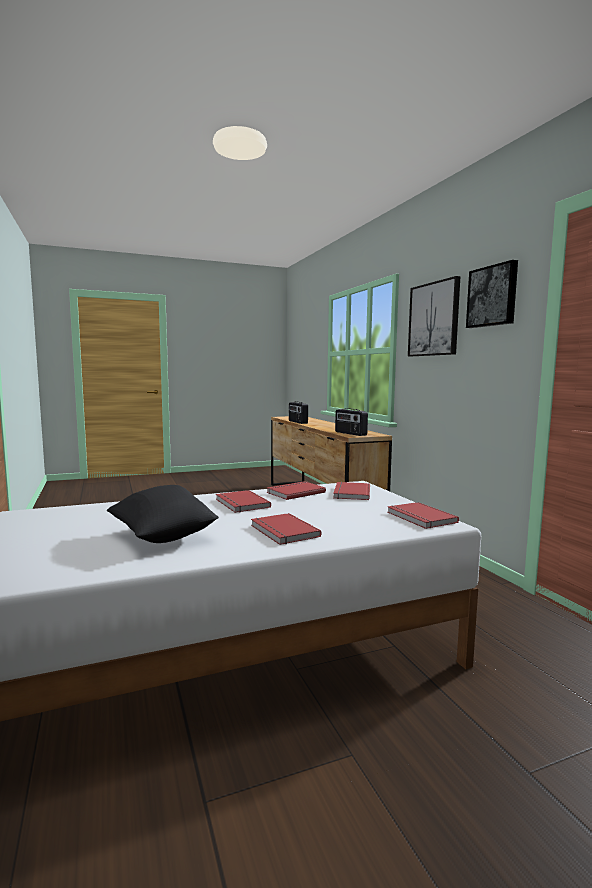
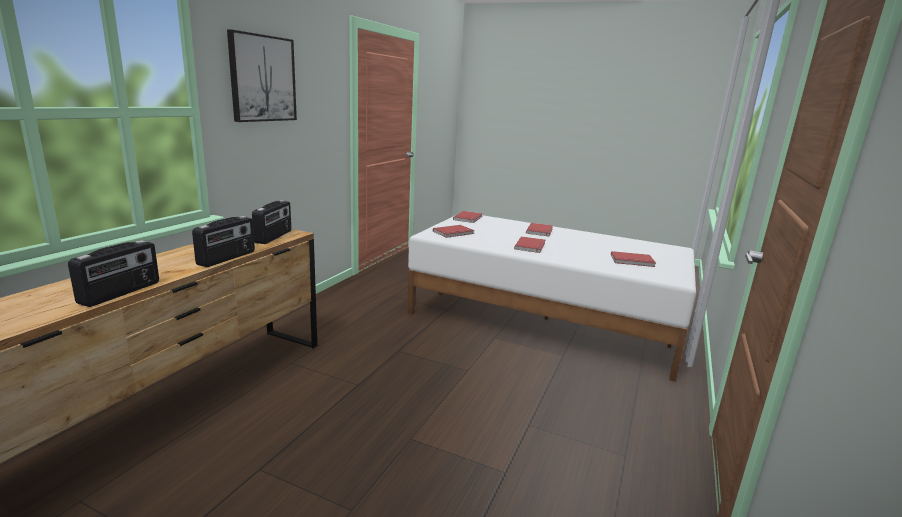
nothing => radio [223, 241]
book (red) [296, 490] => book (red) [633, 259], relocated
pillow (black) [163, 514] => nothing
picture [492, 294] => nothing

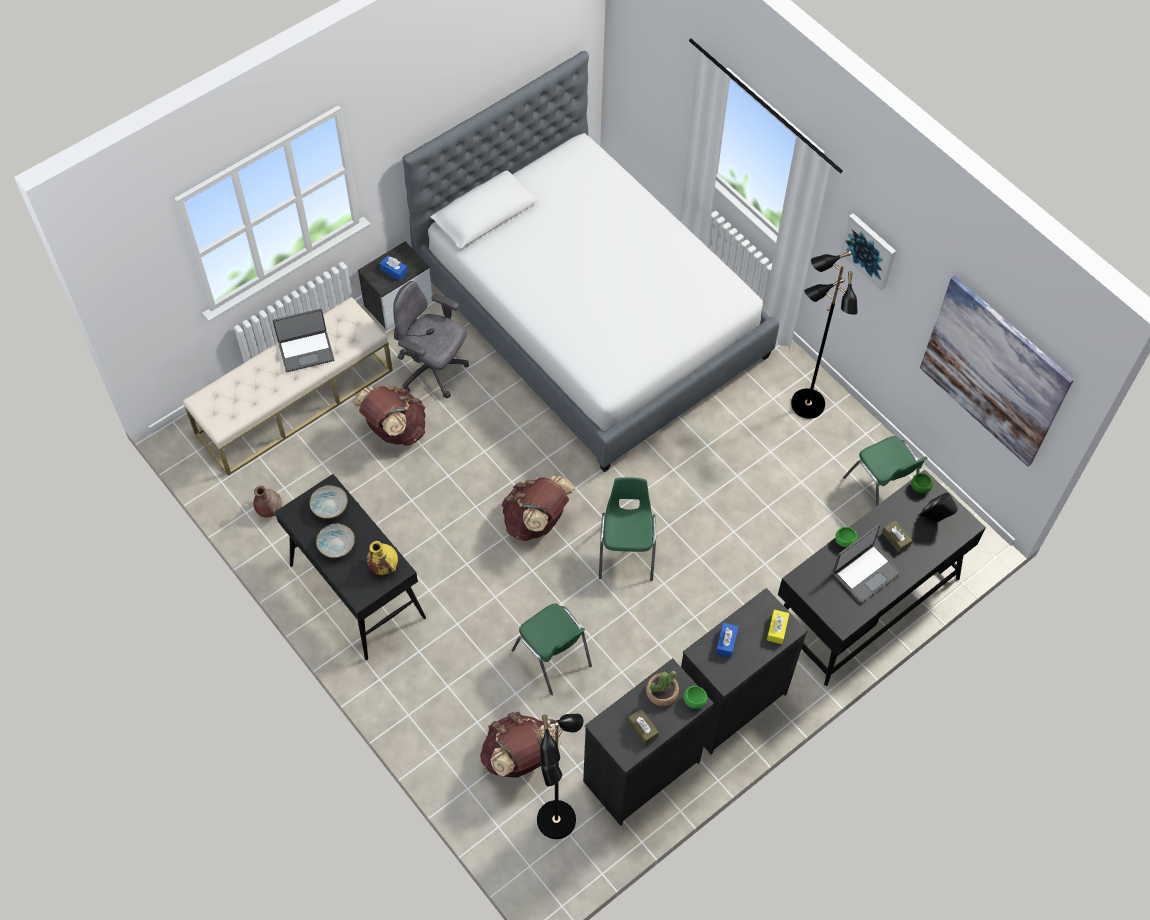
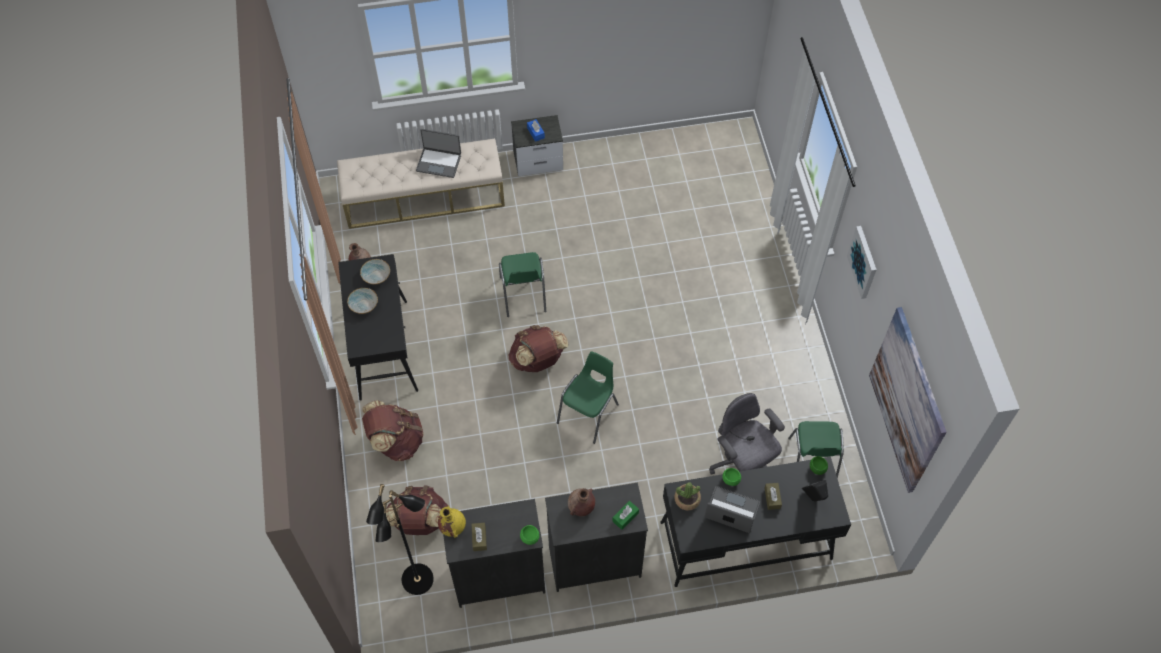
backpack (brown) [389, 415] => backpack (brown) [393, 430], relocated
vase (yellow) [382, 558] => vase (yellow) [452, 522], relocated
chair (green) [552, 649] => chair (green) [522, 284], relocated
tissue box (blue) [727, 640] => vase (brown) [581, 502]
tissue box (yellow) [778, 627] => tissue box (green) [625, 515]
potted plant [662, 688] => potted plant [687, 496], relocated
laptop [867, 563] => laptop [732, 509], 150 degrees counterclockwise
office chair (grey) [431, 339] => office chair (grey) [747, 433], relocated
bed [590, 261] => nothing
floor lamp (black) [824, 335] => nothing

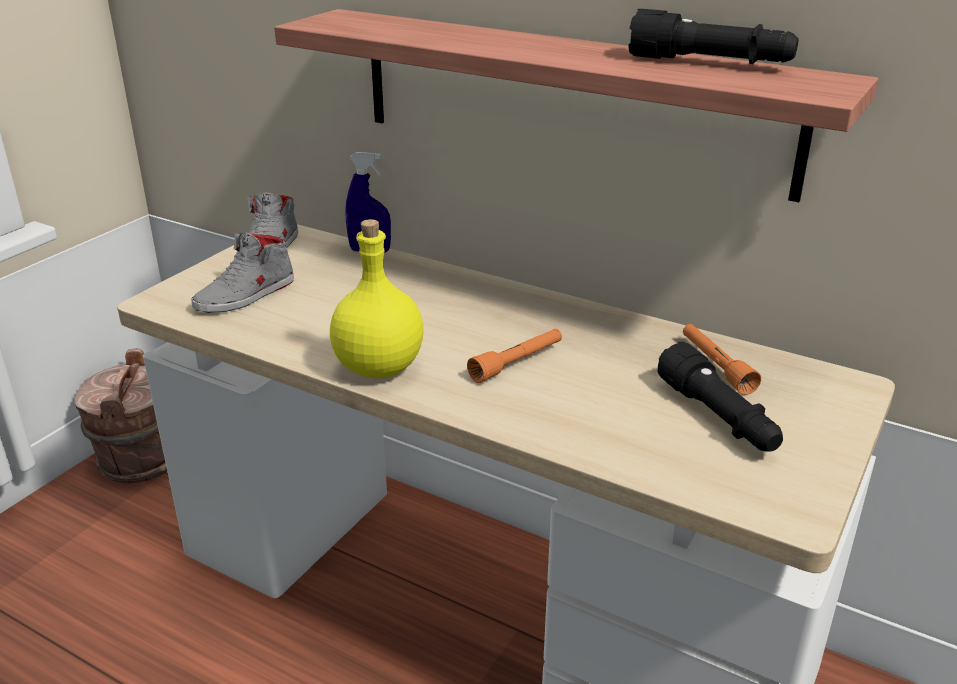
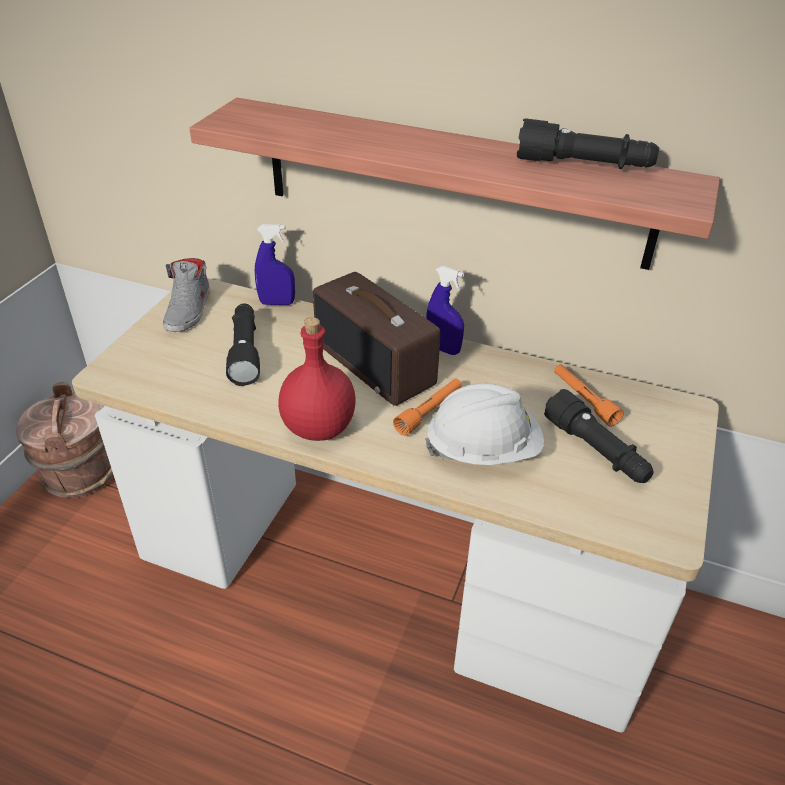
nothing => flashlight (black) [243, 345]
bottle (yellow) [377, 298] => bottle (red) [317, 379]
nothing => radio [376, 339]
nothing => hard hat (white) [484, 424]
nothing => spray bottle (blue) [445, 310]
shoe (grey) [242, 272] => nothing

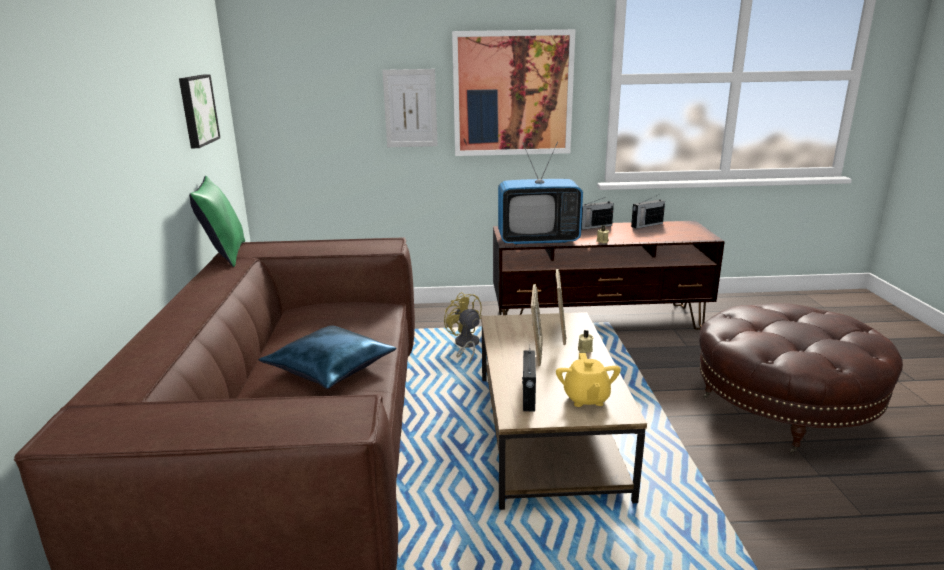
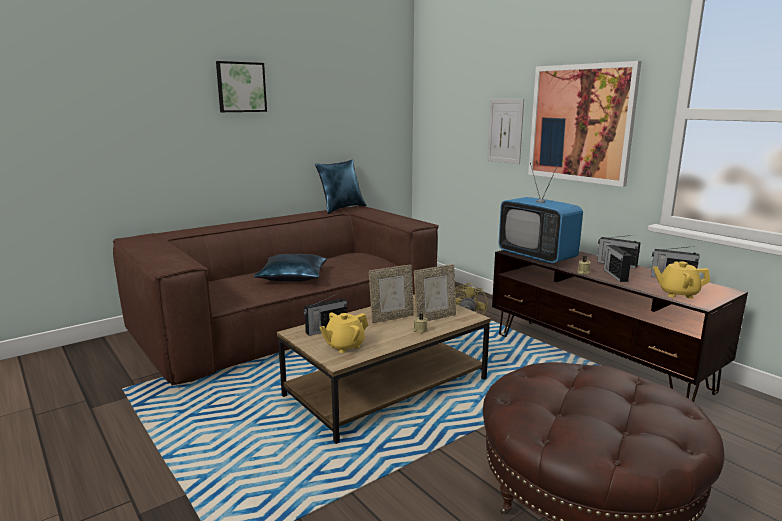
picture [199, 111] => picture [241, 86], relocated
pillow (green) [217, 221] => pillow (blue) [341, 186]
nothing => radio [618, 263]
nothing => teapot (yellow) [681, 280]

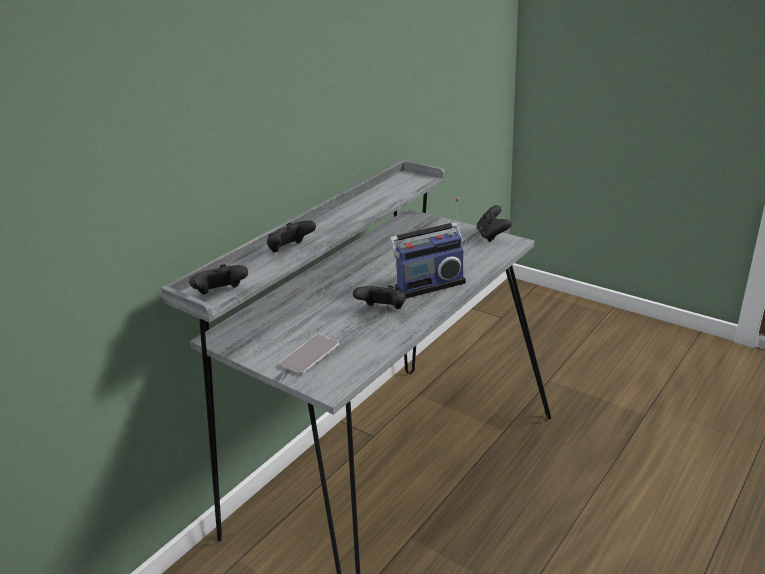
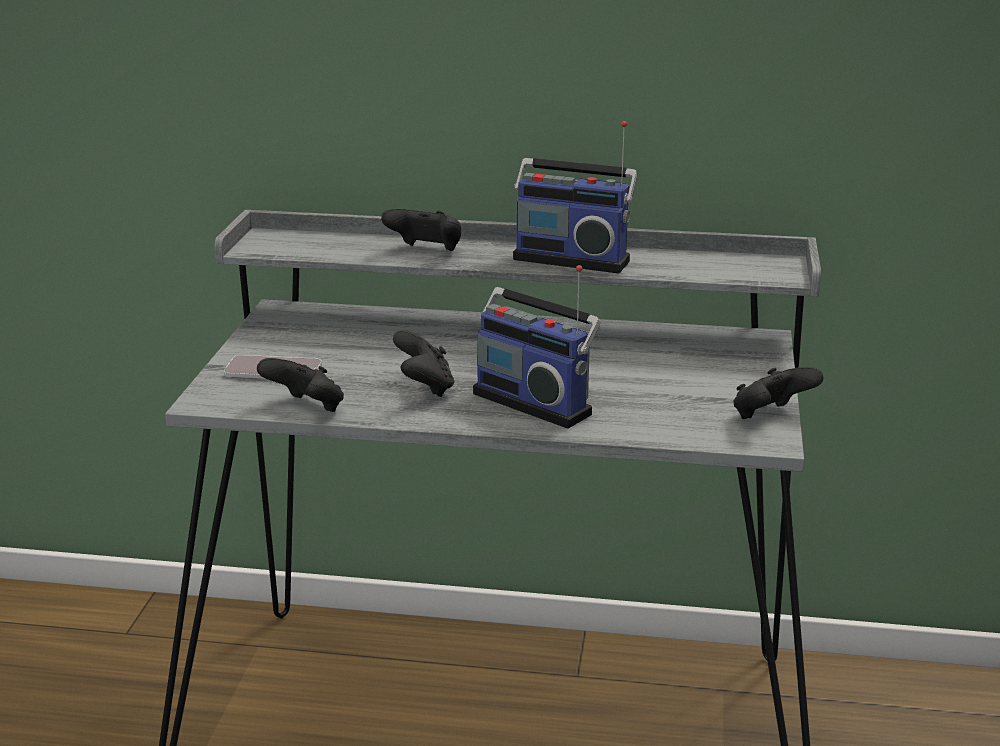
game controller (black) [218, 279] => game controller (black) [300, 385], relocated
nothing => radio [575, 197]

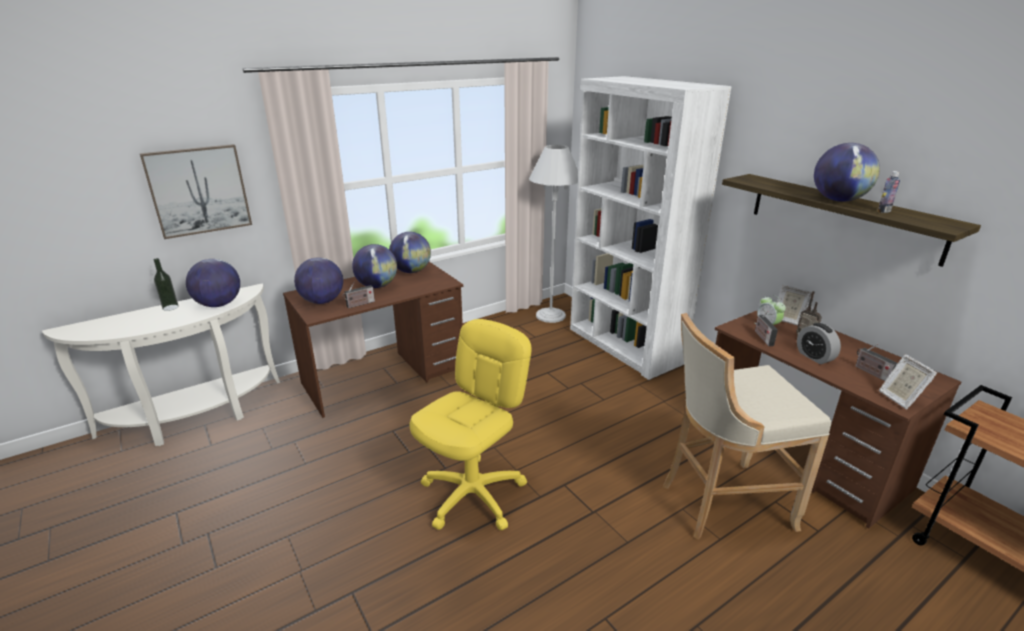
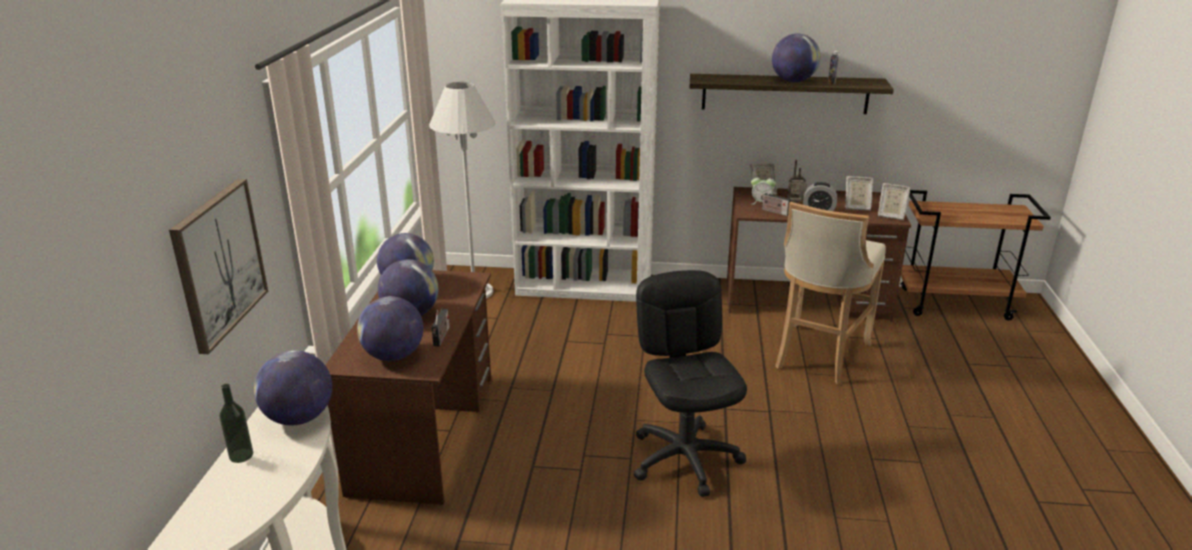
office chair (yellow) [470, 425] => office chair (black) [690, 383]
radio [877, 362] => picture frame [859, 193]

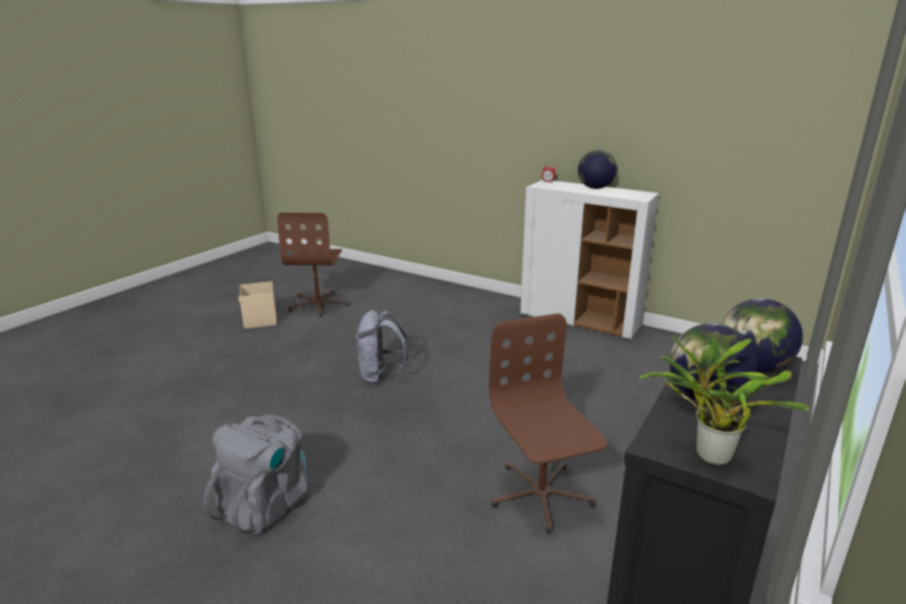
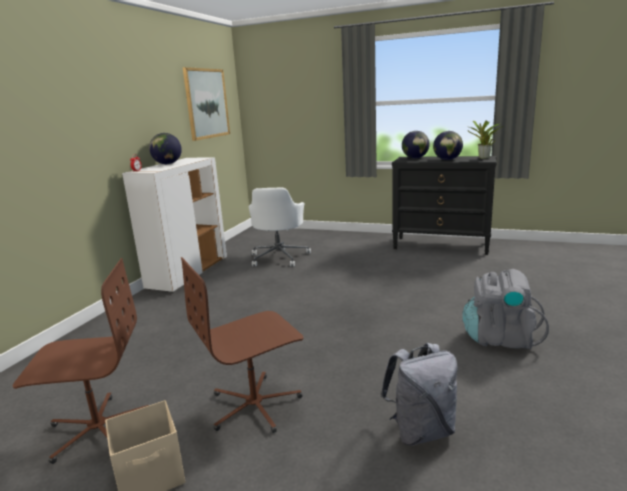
office chair (brown) [548, 423] => office chair (brown) [242, 345], relocated
nothing => picture [206, 104]
nothing => office chair (white) [280, 226]
backpack (grey) [382, 347] => backpack (grey) [419, 394], relocated

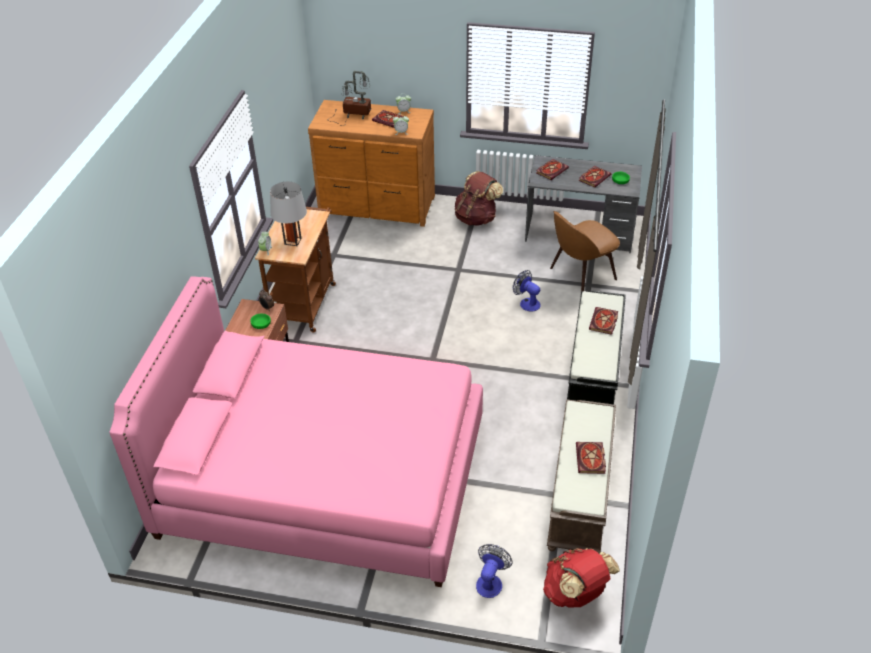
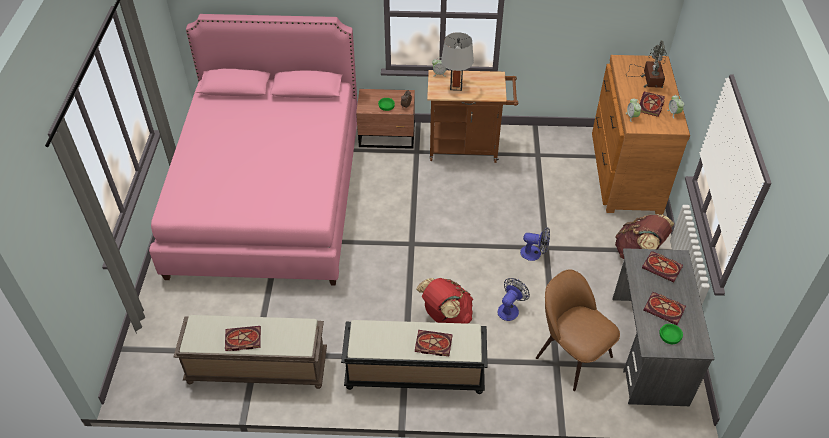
backpack (red) [581, 578] => backpack (red) [444, 301], relocated
fan [494, 571] => fan [535, 244], relocated

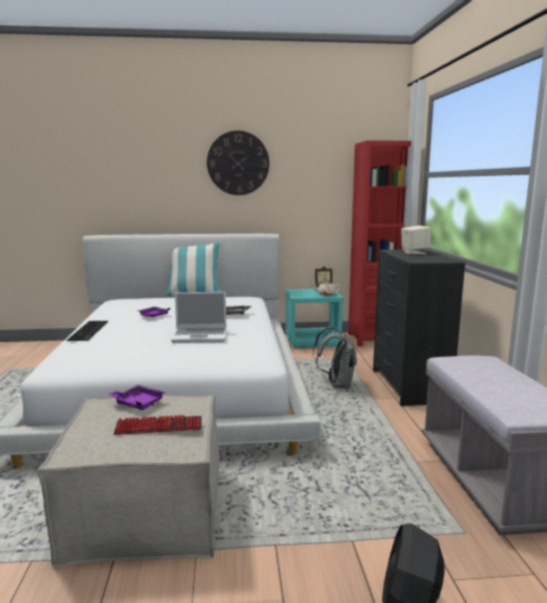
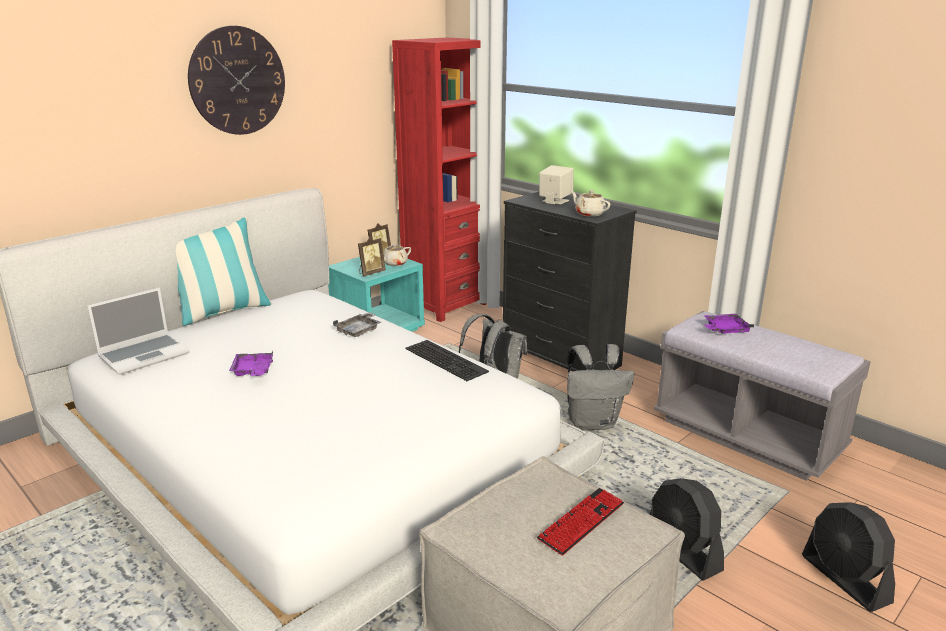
laptop [199, 317] => laptop [138, 331], relocated
nothing => picture frame [372, 256]
keyboard [87, 331] => keyboard [447, 360], relocated
nothing => backpack (grey) [600, 387]
nothing => teapot (beige) [590, 203]
nothing => fan (black) [687, 529]
tray (purple) [137, 397] => tray (purple) [729, 324], relocated

